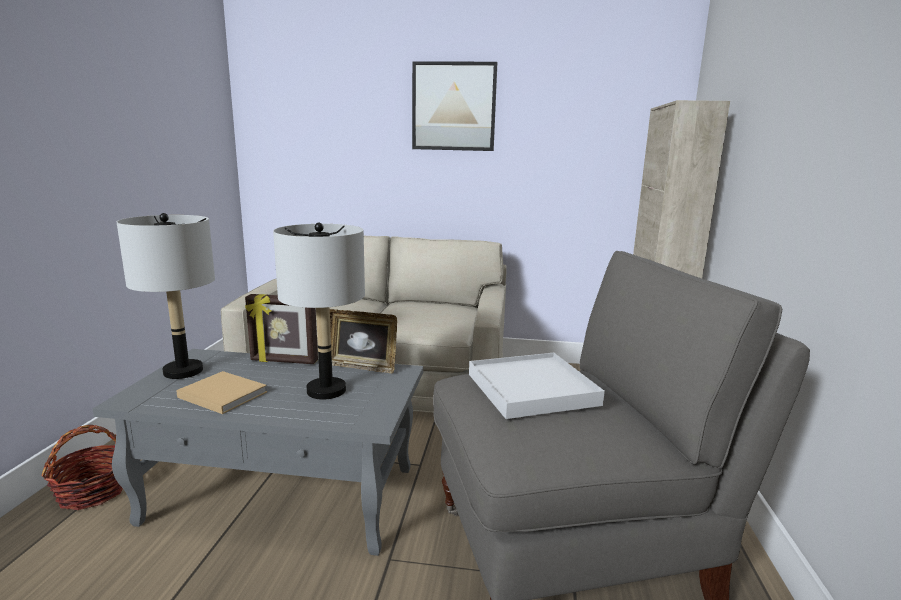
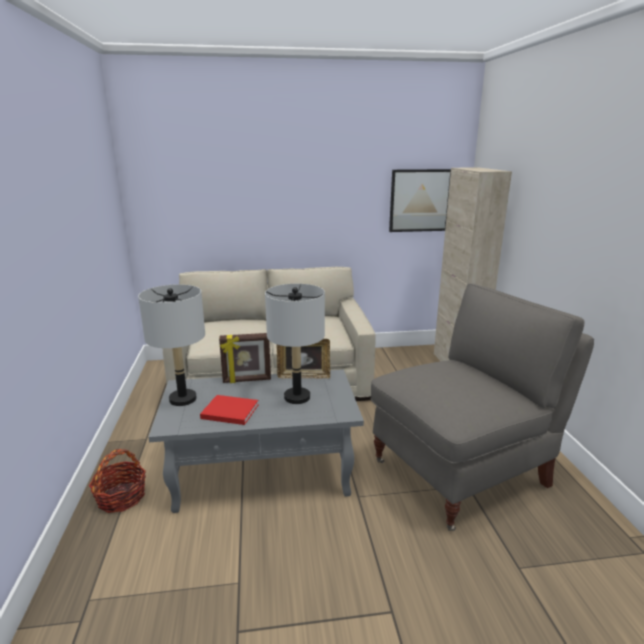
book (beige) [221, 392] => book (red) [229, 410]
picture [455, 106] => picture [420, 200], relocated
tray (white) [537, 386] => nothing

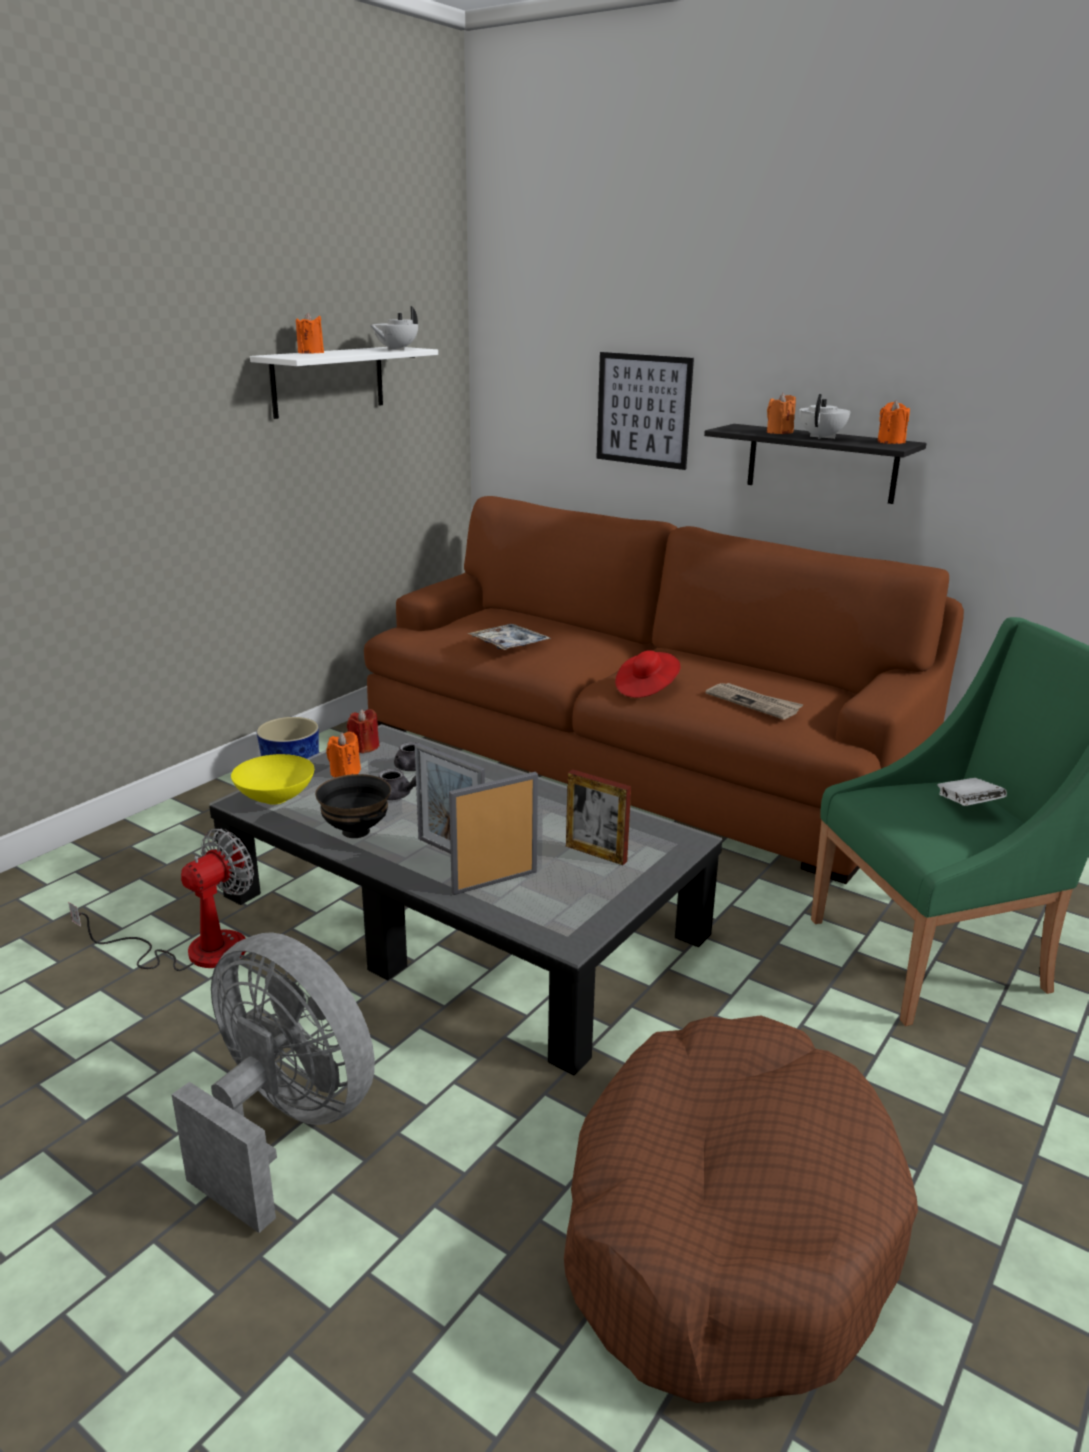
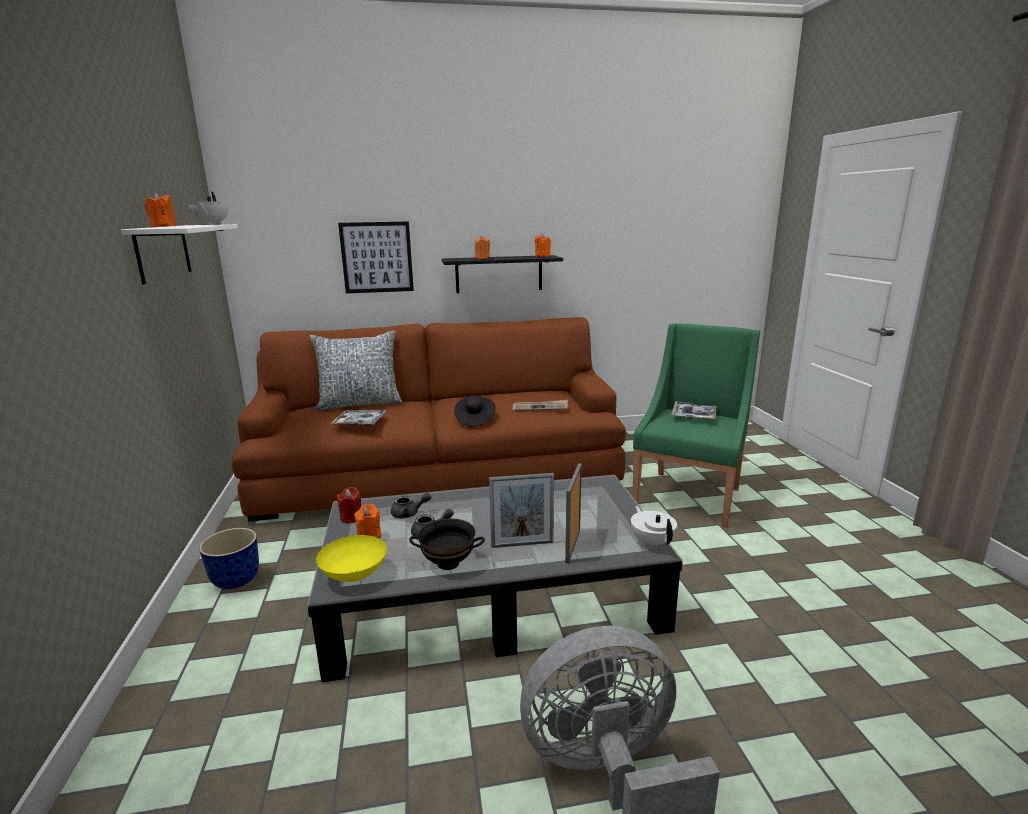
nothing => pillow [356, 370]
hat (red) [648, 674] => hat (black) [475, 411]
teapot (white) [825, 416] => teapot (white) [654, 527], relocated
book (white) [972, 792] => tray [694, 410]
fan [161, 900] => nothing
dog bed (brown) [741, 1209] => nothing
picture frame [598, 817] => nothing

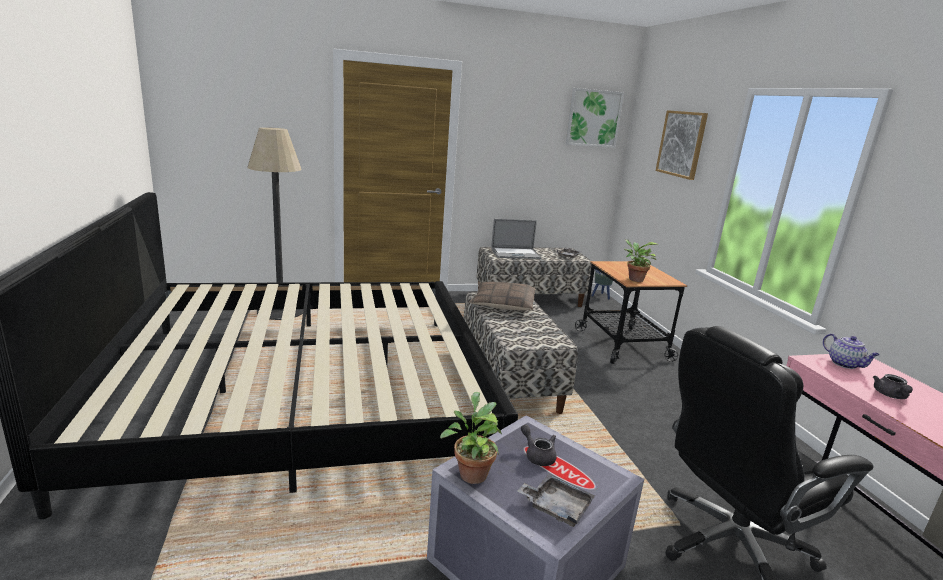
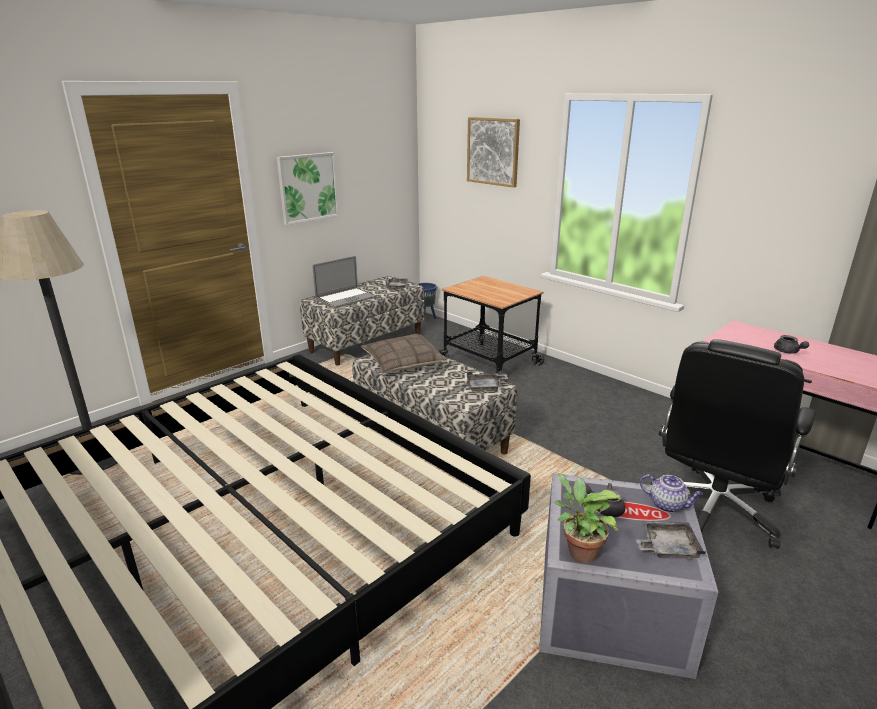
picture [595, 118] => picture [308, 188], relocated
nothing => tray (grey) [487, 381]
teapot [851, 351] => teapot [671, 493], relocated
potted plant [641, 261] => nothing

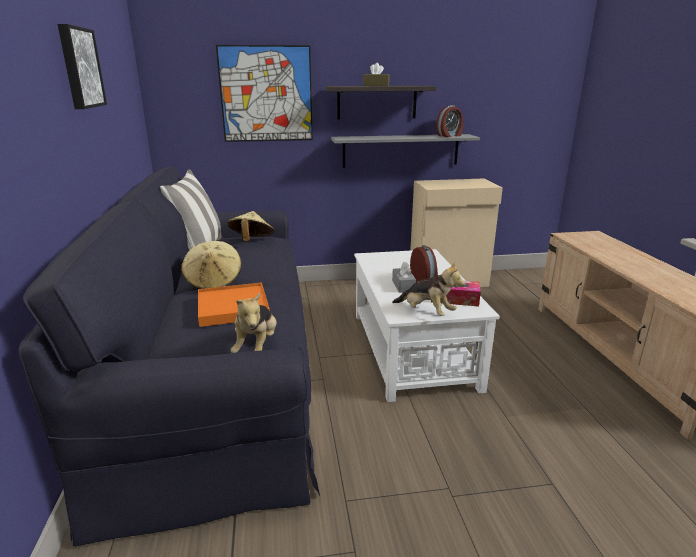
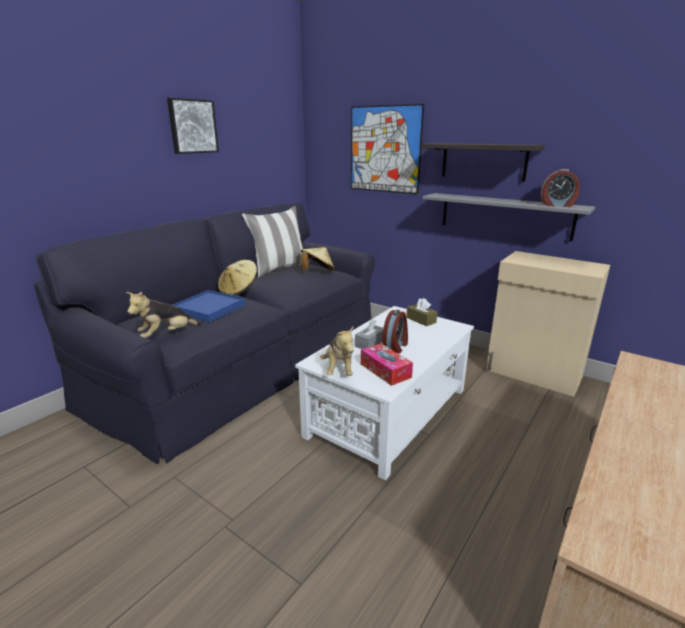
tray (orange) [234, 304] => tray (blue) [208, 306]
tissue box (brown) [376, 74] => tissue box (brown) [422, 312], relocated

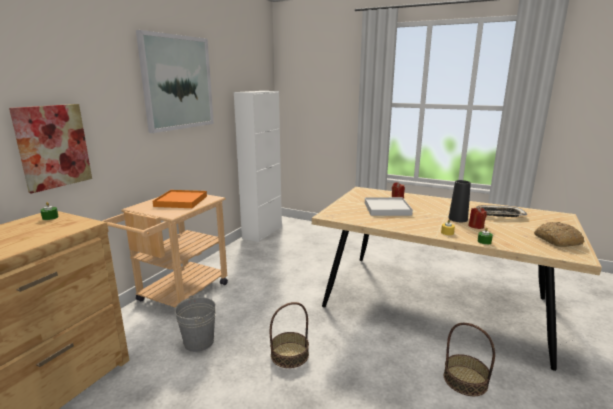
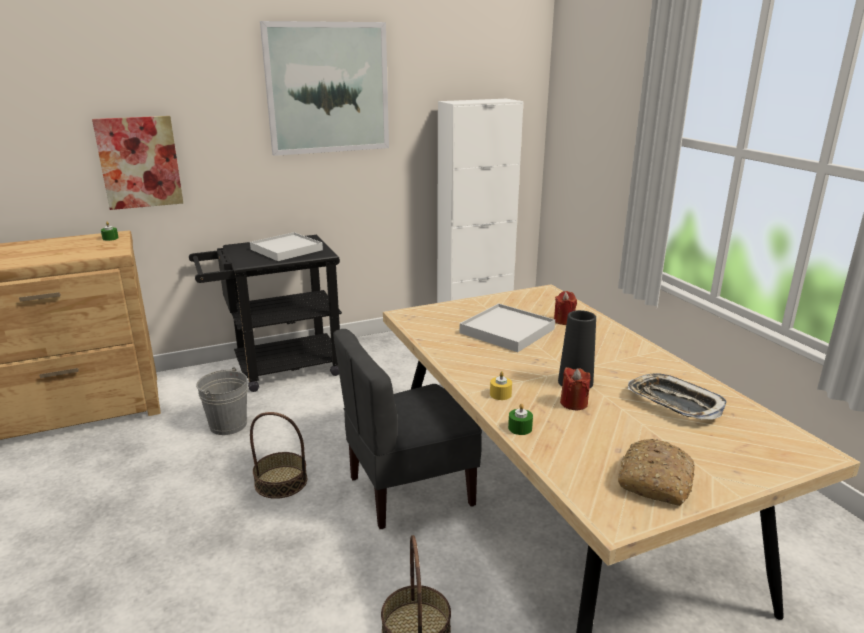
cart (beige) [165, 251] => cart (black) [265, 313]
tray (orange) [180, 199] => tray (white) [286, 246]
nothing => chair (grey) [407, 429]

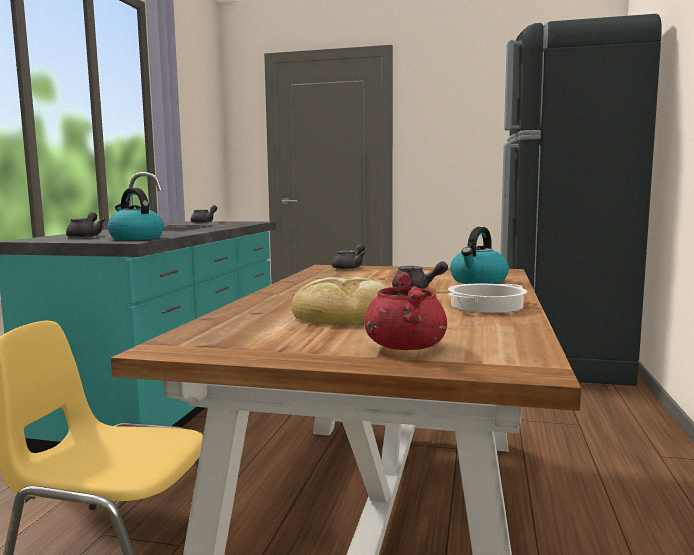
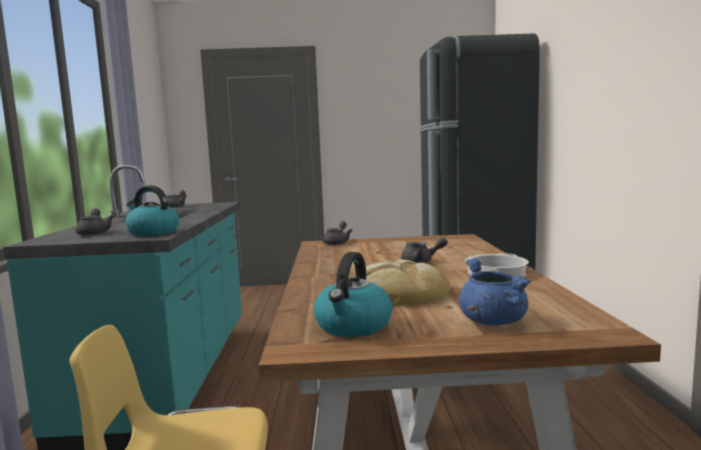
kettle [479, 255] => kettle [353, 294], relocated
cooking pot (red) [405, 311] => cooking pot (blue) [495, 292]

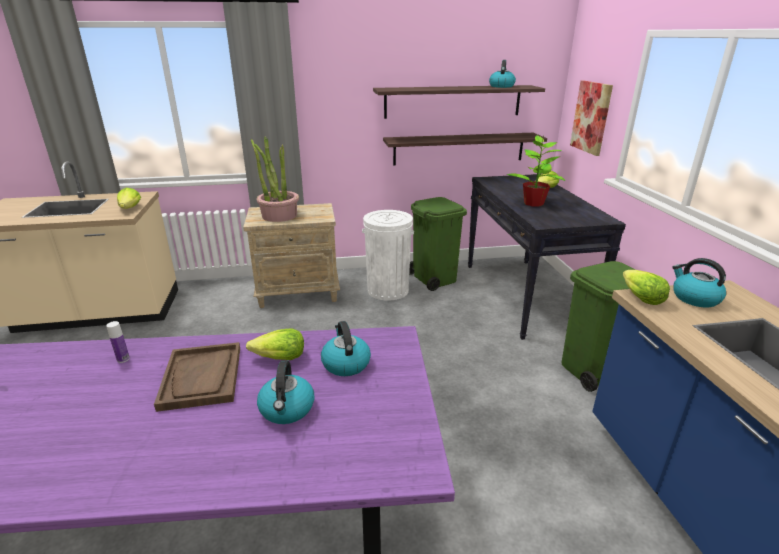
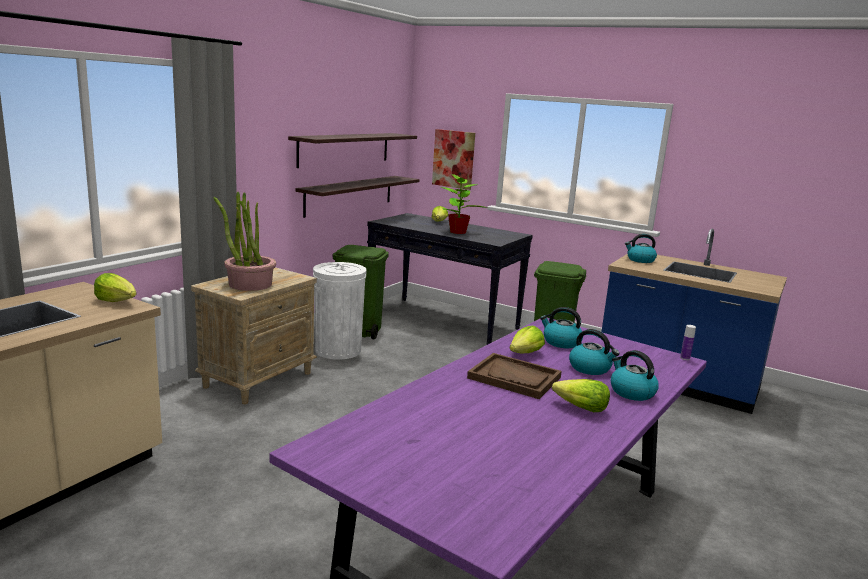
lettuce [646, 287] => lettuce [581, 395], relocated
kettle [502, 74] => kettle [635, 375], relocated
bottle [118, 342] => bottle [688, 342], relocated

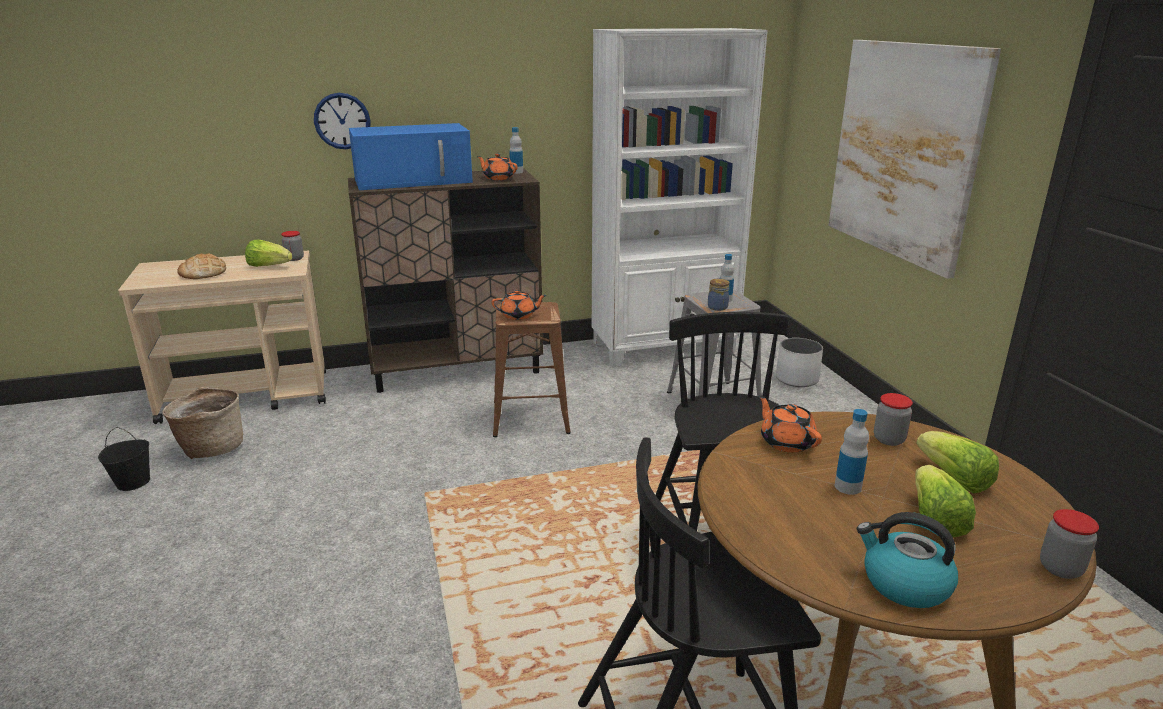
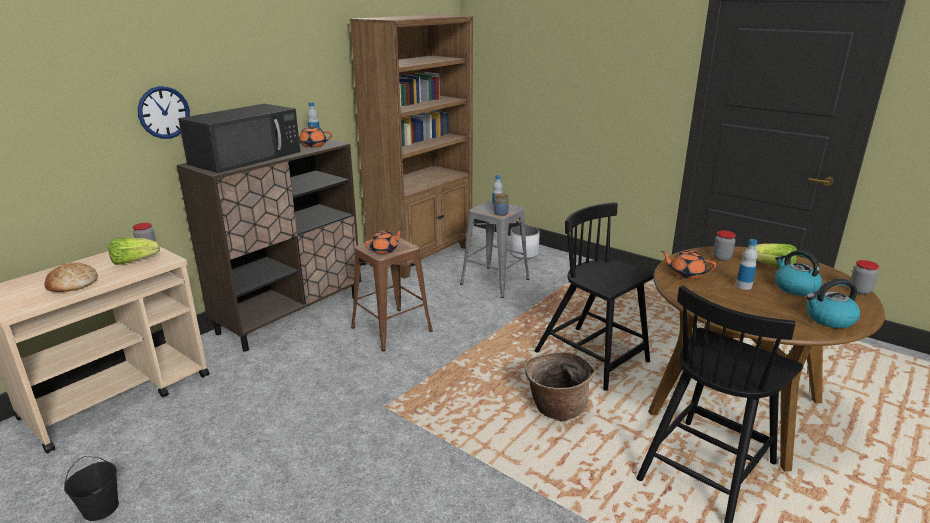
microwave (blue) [411, 156] => microwave (black) [239, 138]
bookcase (white) [680, 197] => bookcase (brown) [411, 147]
basket [202, 423] => basket [560, 386], relocated
lettuce [945, 501] => kettle [798, 273]
picture [914, 159] => nothing

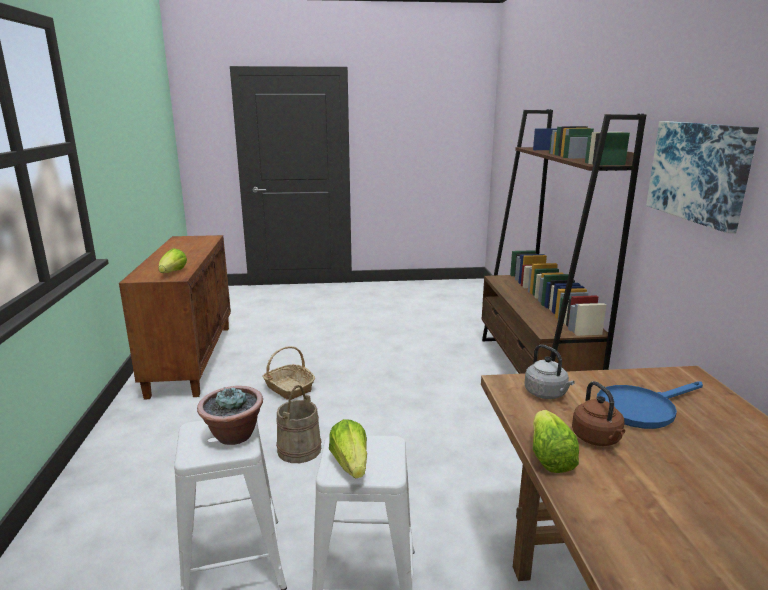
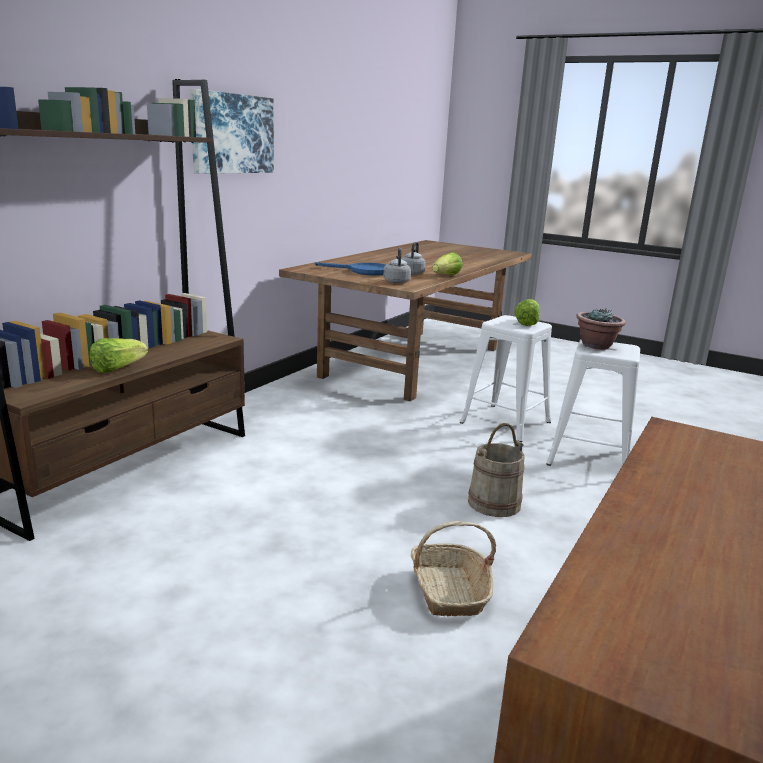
lettuce [172, 260] => lettuce [119, 355], relocated
kettle (brown) [598, 413] => kettle (grey) [414, 258]

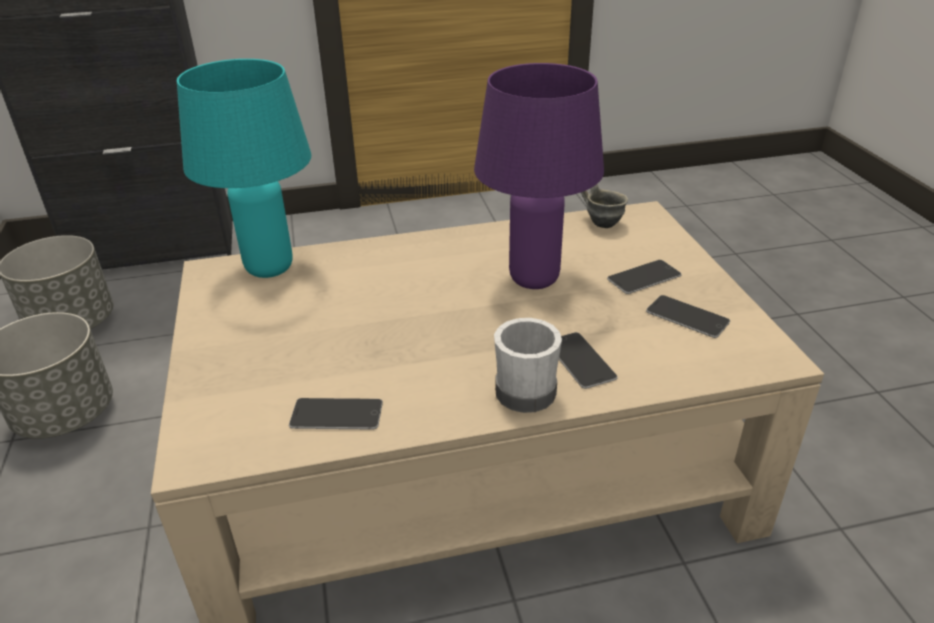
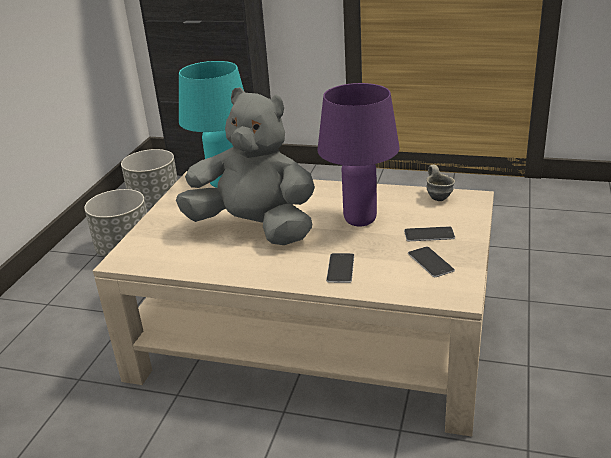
nothing => plush toy (grey) [245, 166]
phone [336, 414] => nothing
mug (white) [528, 365] => nothing

